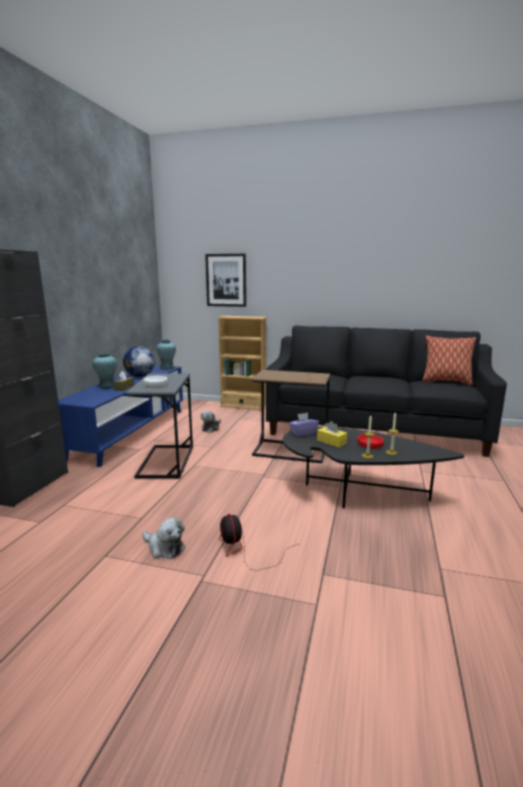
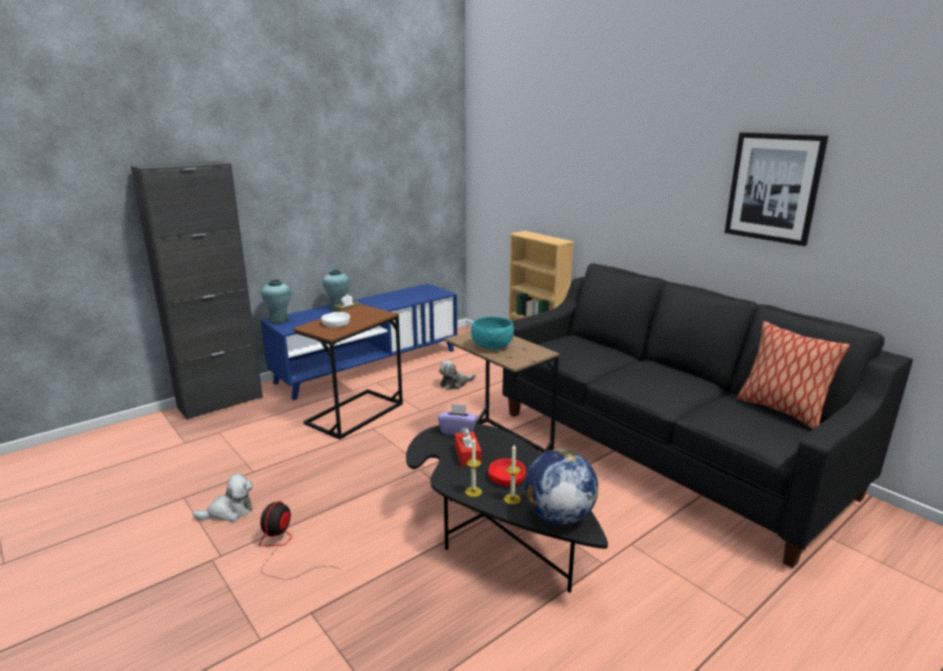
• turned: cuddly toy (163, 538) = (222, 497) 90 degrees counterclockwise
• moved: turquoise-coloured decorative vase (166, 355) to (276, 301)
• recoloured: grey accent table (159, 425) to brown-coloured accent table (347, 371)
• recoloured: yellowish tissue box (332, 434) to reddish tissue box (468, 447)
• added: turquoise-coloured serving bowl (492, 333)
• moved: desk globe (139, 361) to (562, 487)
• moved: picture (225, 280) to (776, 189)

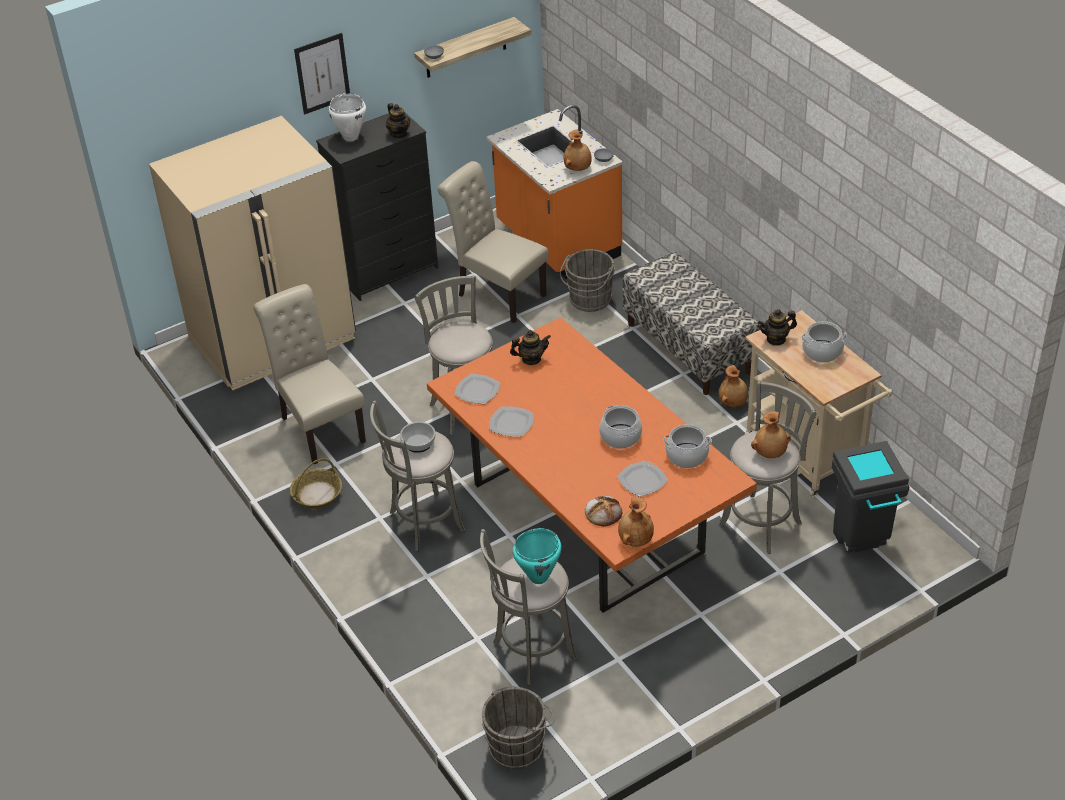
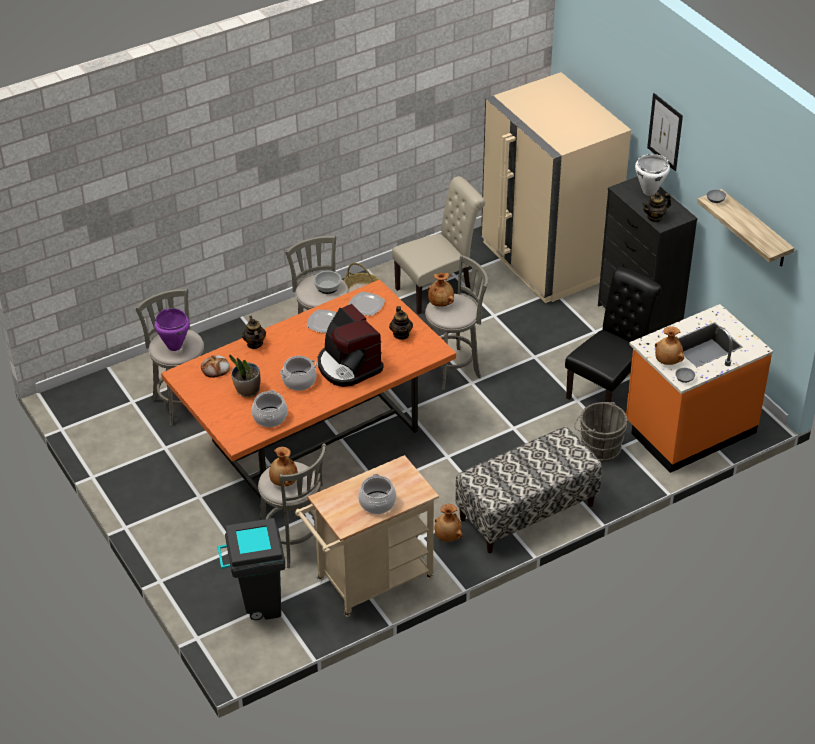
• recoloured: turquoise-coloured saucepot (537, 556) to purple saucepot (172, 329)
• replaced: dinner plate (642, 478) to plant in a pot (244, 375)
• moved: pot for tea (777, 327) to (254, 332)
• added: coffee machine (351, 345)
• moved: brown-coloured decorative vase (636, 522) to (441, 289)
• recoloured: sand-coloured chair (492, 242) to black chair (613, 334)
• removed: grey bucket (518, 728)

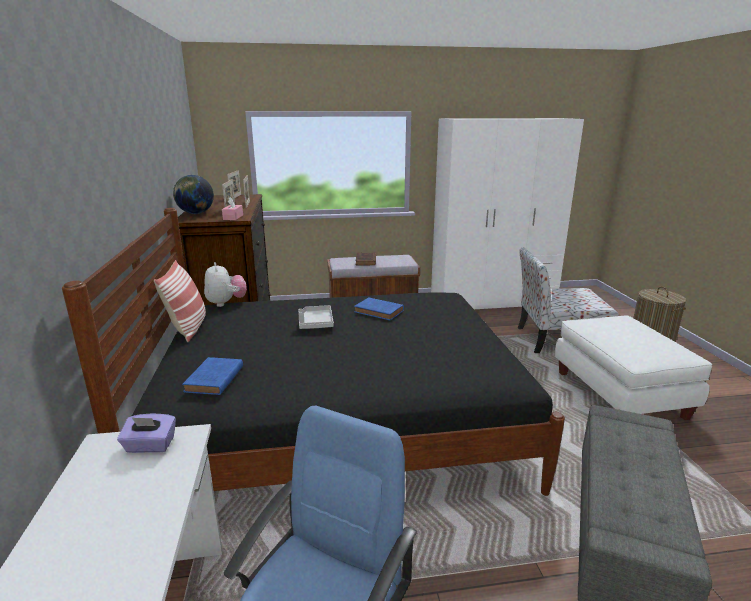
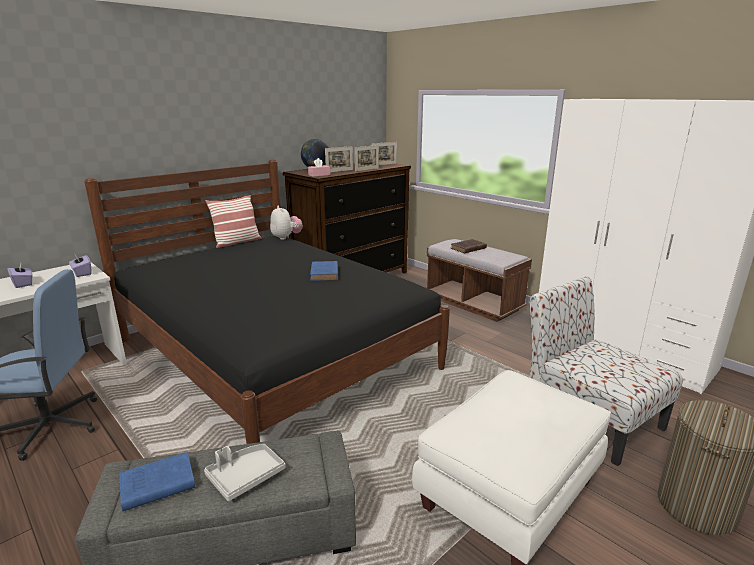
• added: purple tissue box (20, 275)
• moved: blue-coloured volume (212, 376) to (157, 481)
• moved: grey carrying tray (316, 317) to (244, 472)
• turned: cuddly toy (225, 284) = (286, 223) 60 degrees counterclockwise

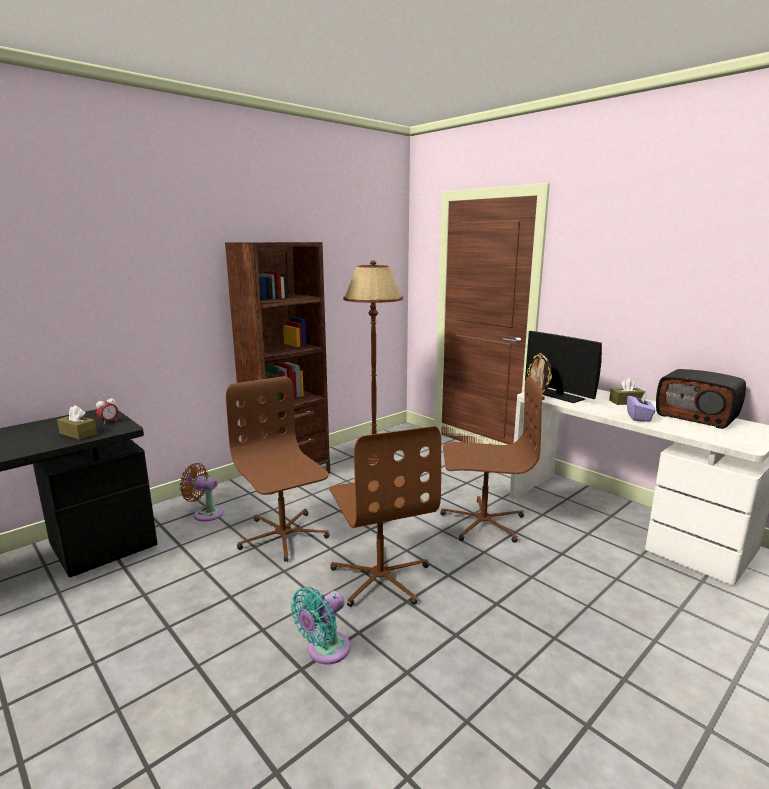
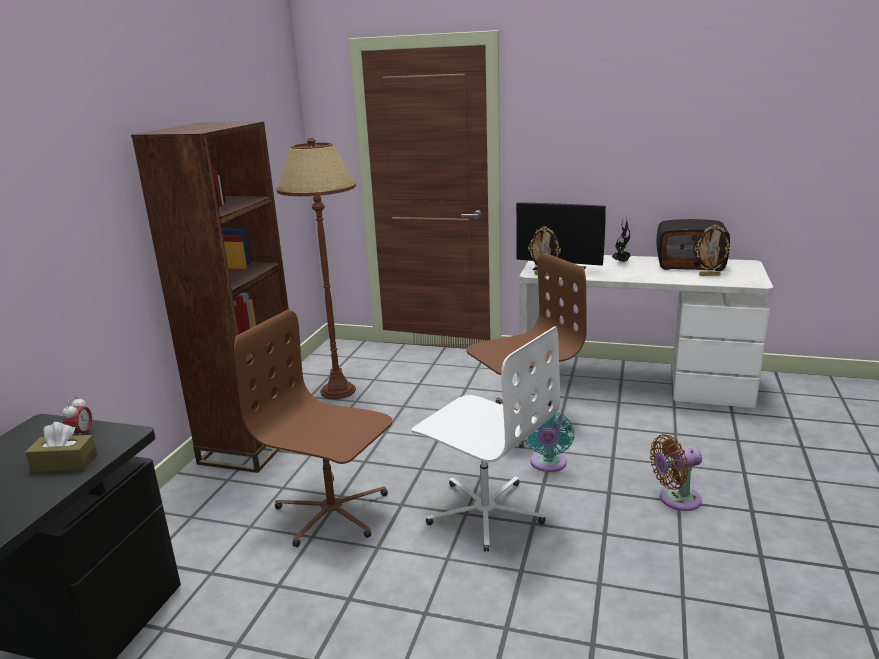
• recoloured: brown-coloured computer chair (385, 516) to white computer chair (486, 439)
• moved: turquoise-coloured electric fan (320, 625) to (549, 442)
• replaced: brown-coloured tissue box (627, 391) to plant in a pot (621, 240)
• moved: brown-coloured electric fan (202, 492) to (676, 472)
• added: standing frame (713, 250)
• removed: purple tissue box (641, 407)

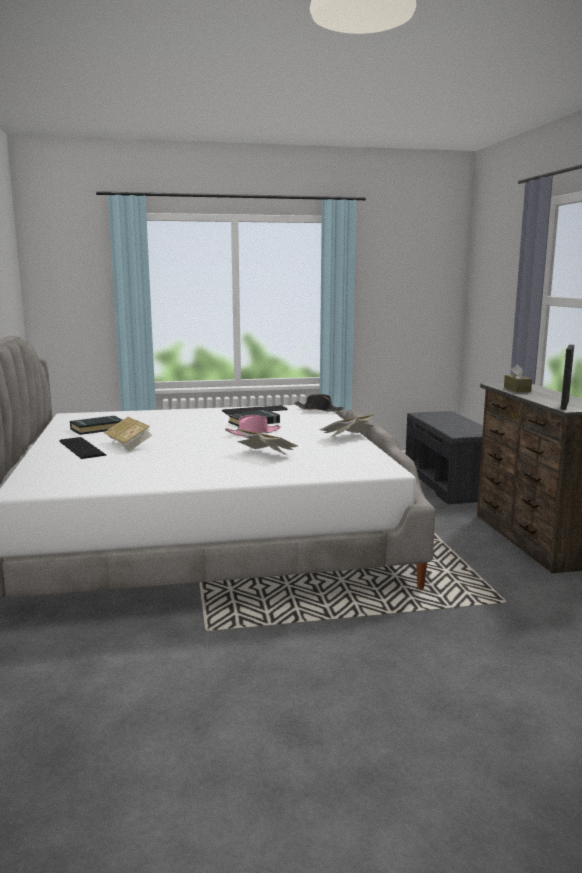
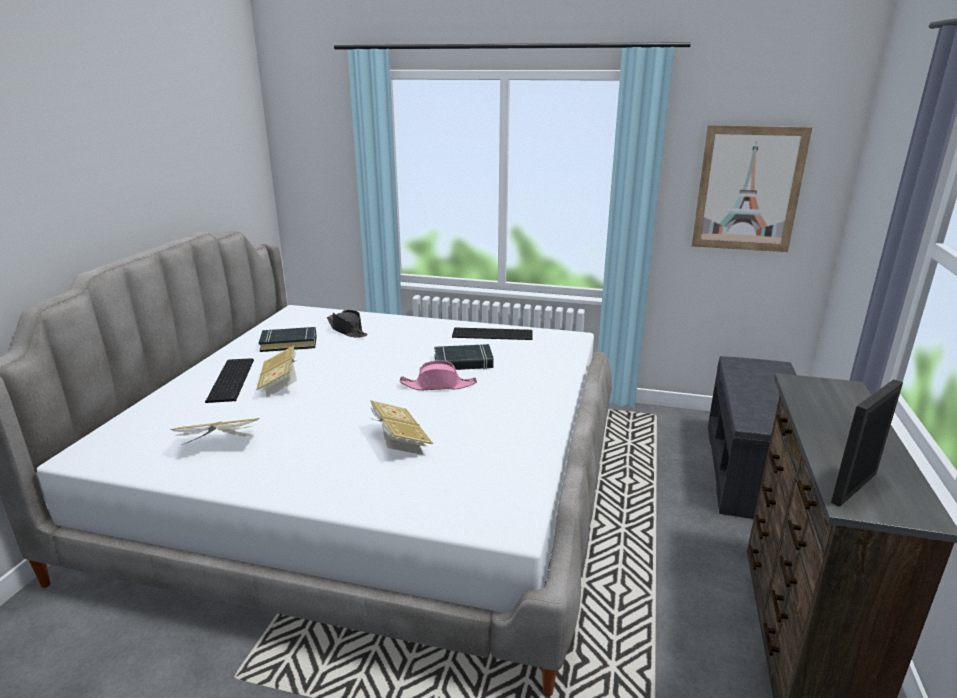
• moved: volume (346, 426) to (215, 431)
• moved: black wearable hat (319, 403) to (347, 324)
• added: picture (752, 188)
• removed: brown-coloured tissue box (518, 378)

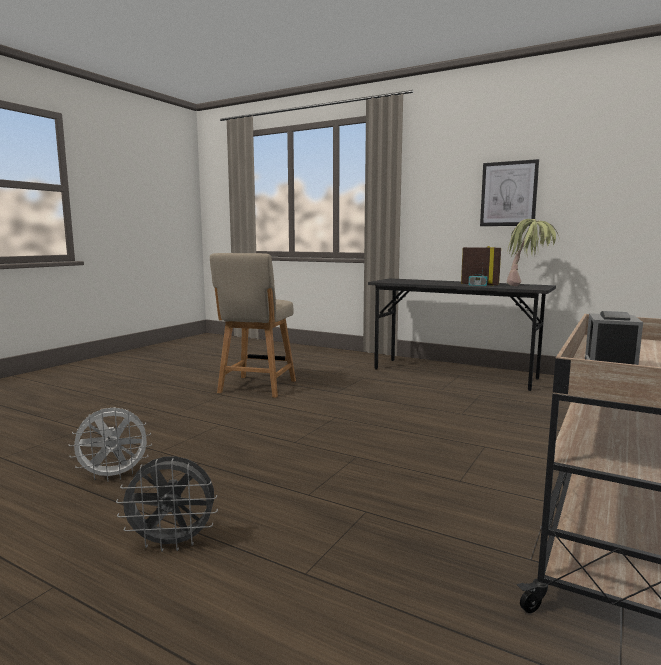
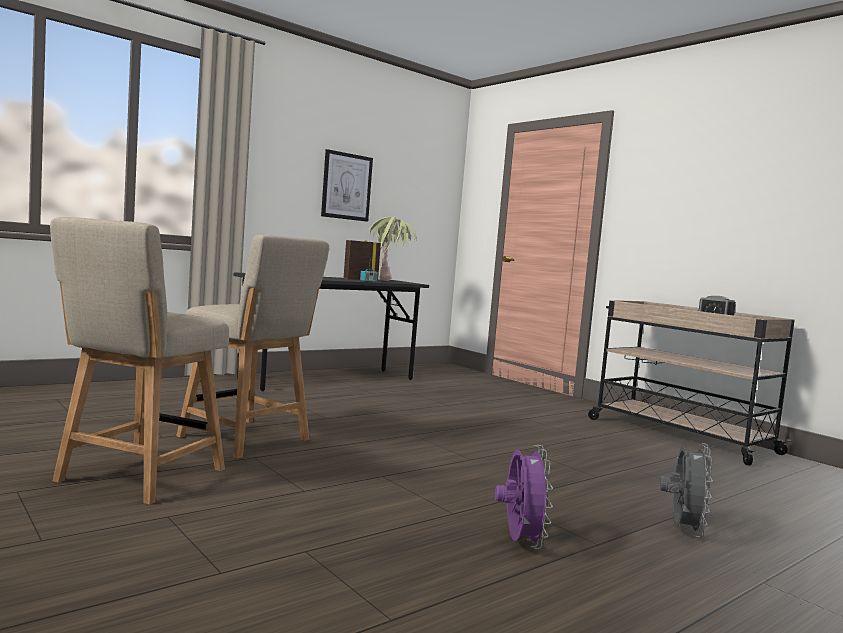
• added: sand-coloured chair (139, 361)
• recoloured: white electric fan (110, 444) to purple electric fan (524, 497)

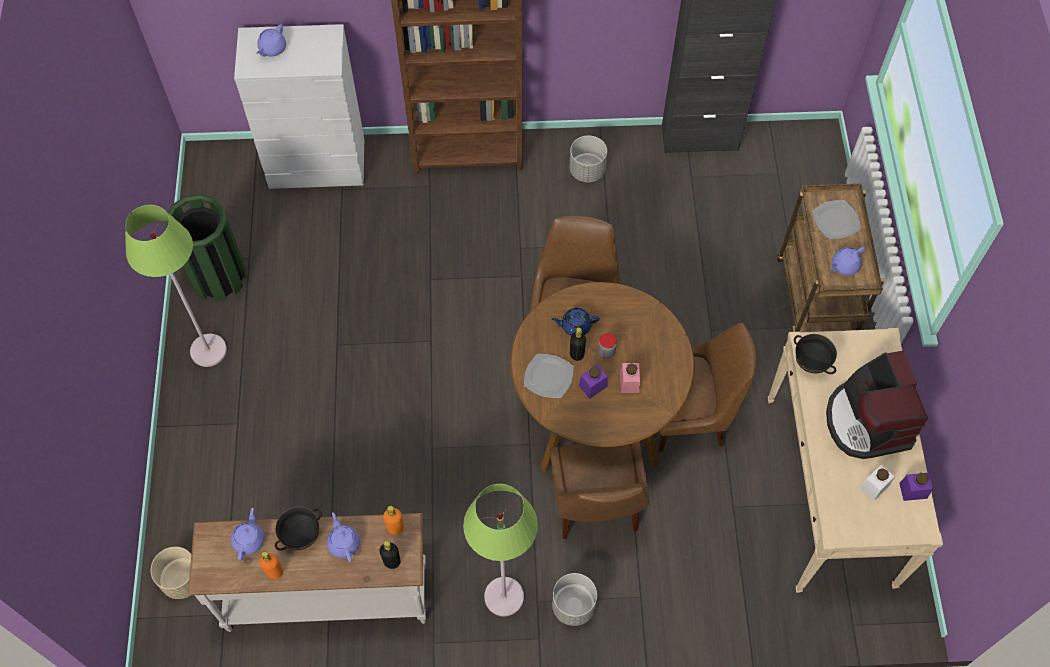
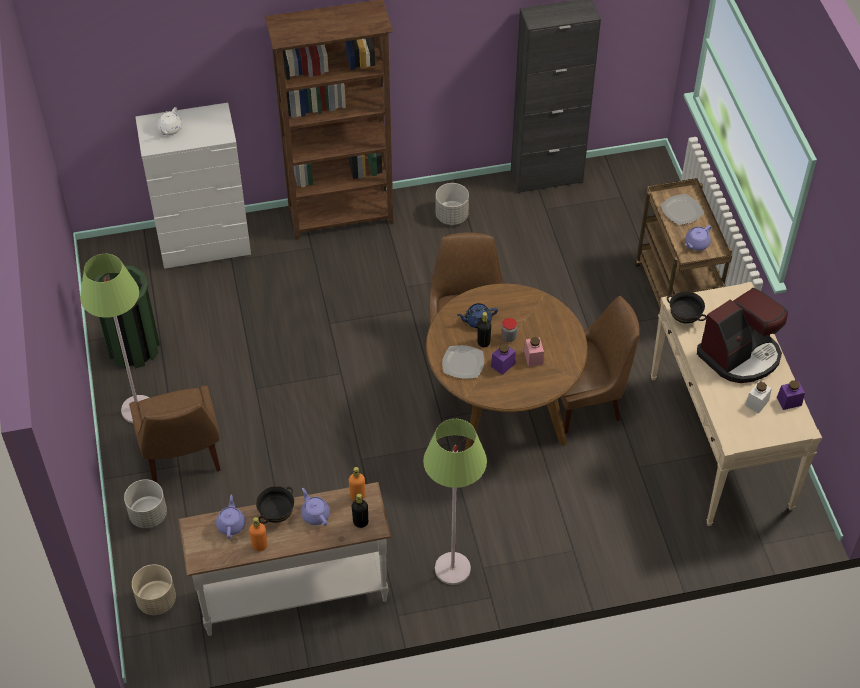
• moved: grey flower pot (574, 599) to (145, 503)
• moved: brown-coloured chair (599, 490) to (174, 433)
• recoloured: purple pot for tea (271, 40) to white pot for tea (169, 121)
• turned: coffee machine (877, 404) = (742, 335) 105 degrees counterclockwise

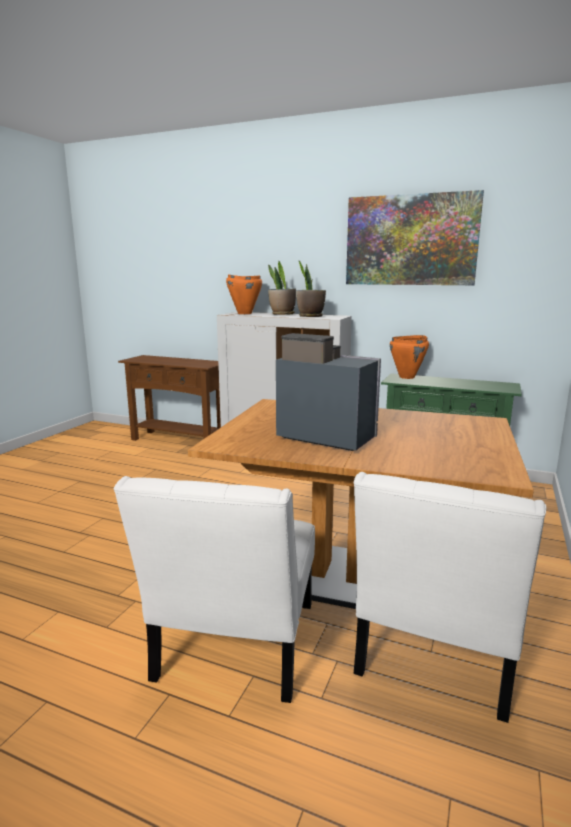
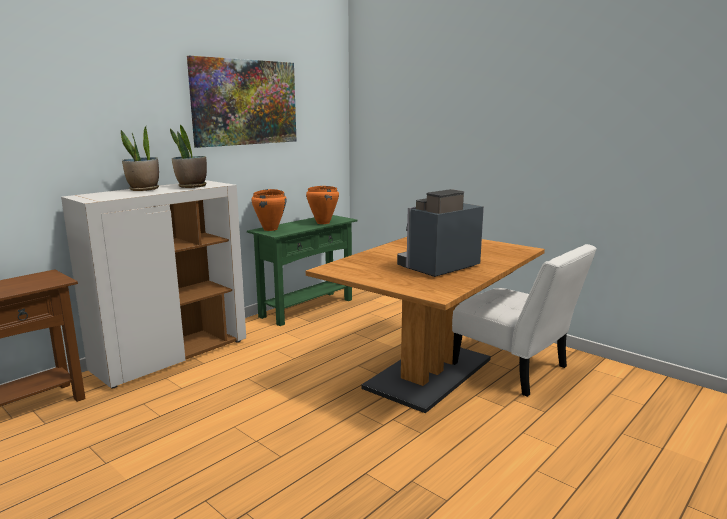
• moved: orangey saucepot (244, 294) to (322, 205)
• removed: white chair (214, 589)

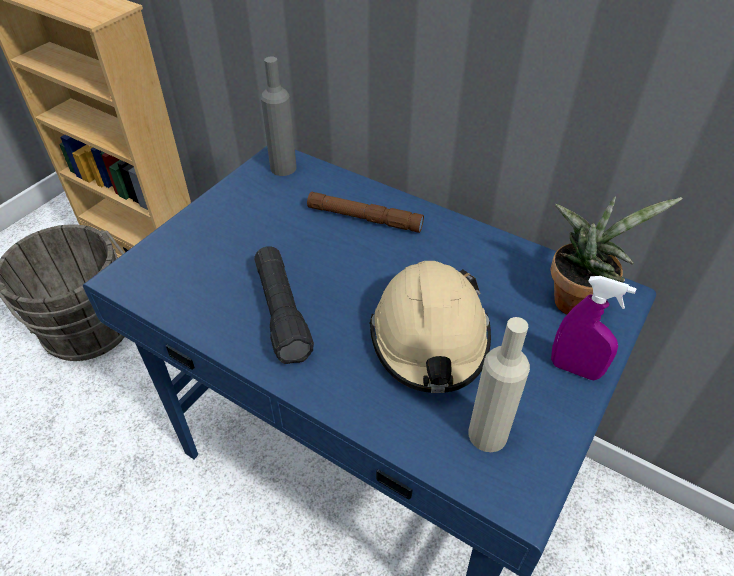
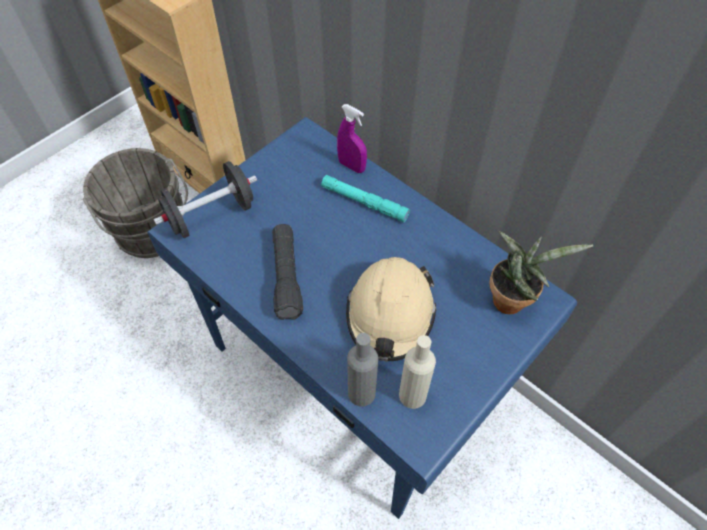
• added: black hand weight (205, 199)
• recoloured: brown-coloured torch (365, 212) to turquoise-coloured torch (365, 198)
• moved: purple sprayer (594, 328) to (352, 138)
• moved: grey beverage bottle (279, 116) to (362, 370)

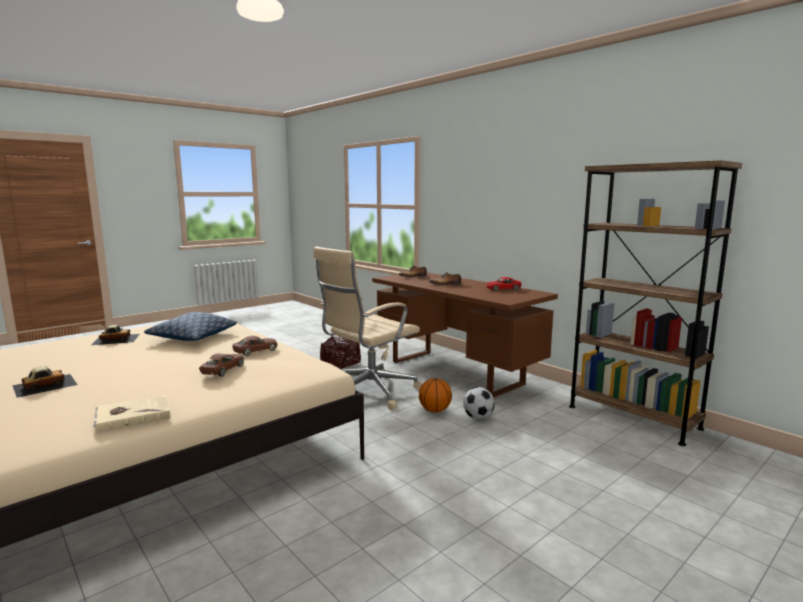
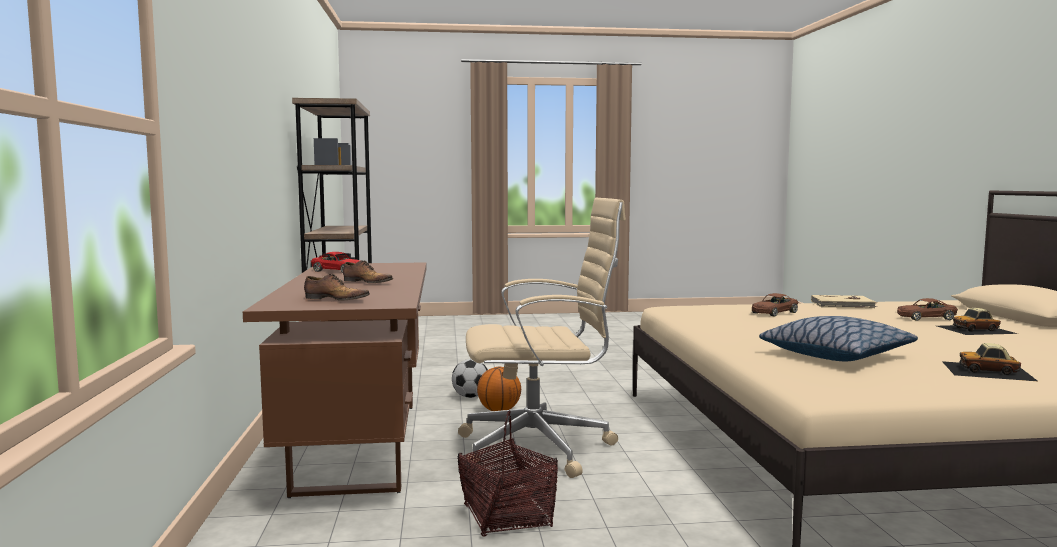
• moved: brown-coloured toy car (254, 346) to (927, 309)

